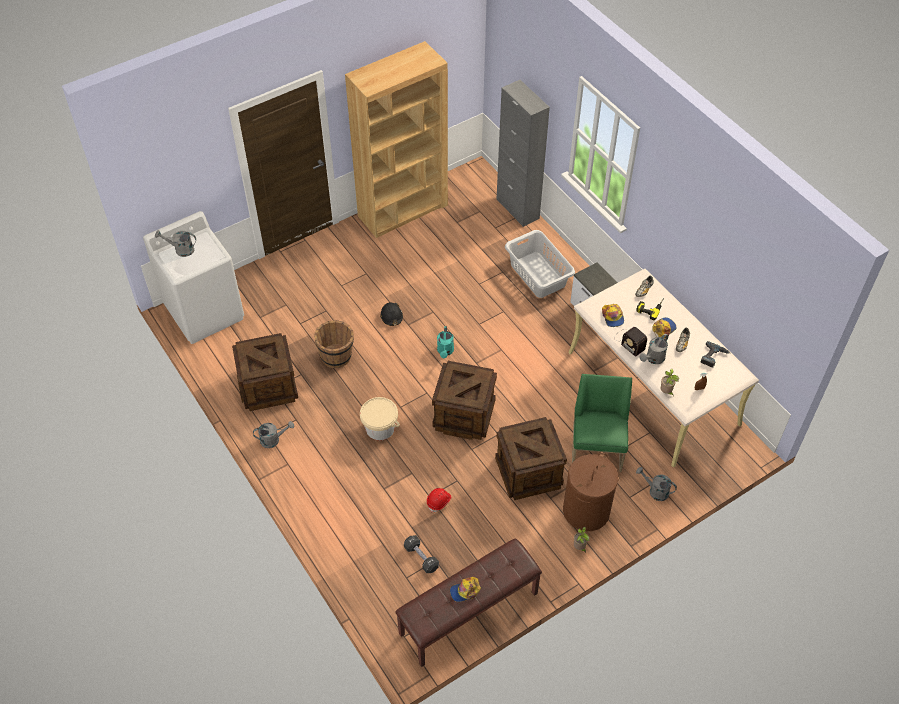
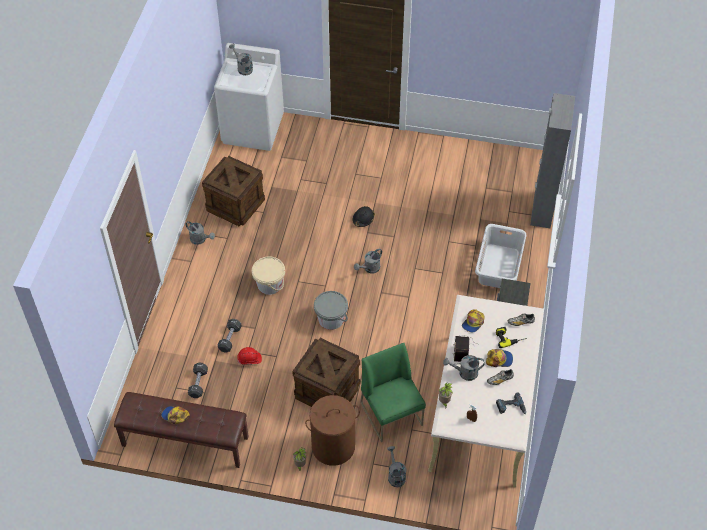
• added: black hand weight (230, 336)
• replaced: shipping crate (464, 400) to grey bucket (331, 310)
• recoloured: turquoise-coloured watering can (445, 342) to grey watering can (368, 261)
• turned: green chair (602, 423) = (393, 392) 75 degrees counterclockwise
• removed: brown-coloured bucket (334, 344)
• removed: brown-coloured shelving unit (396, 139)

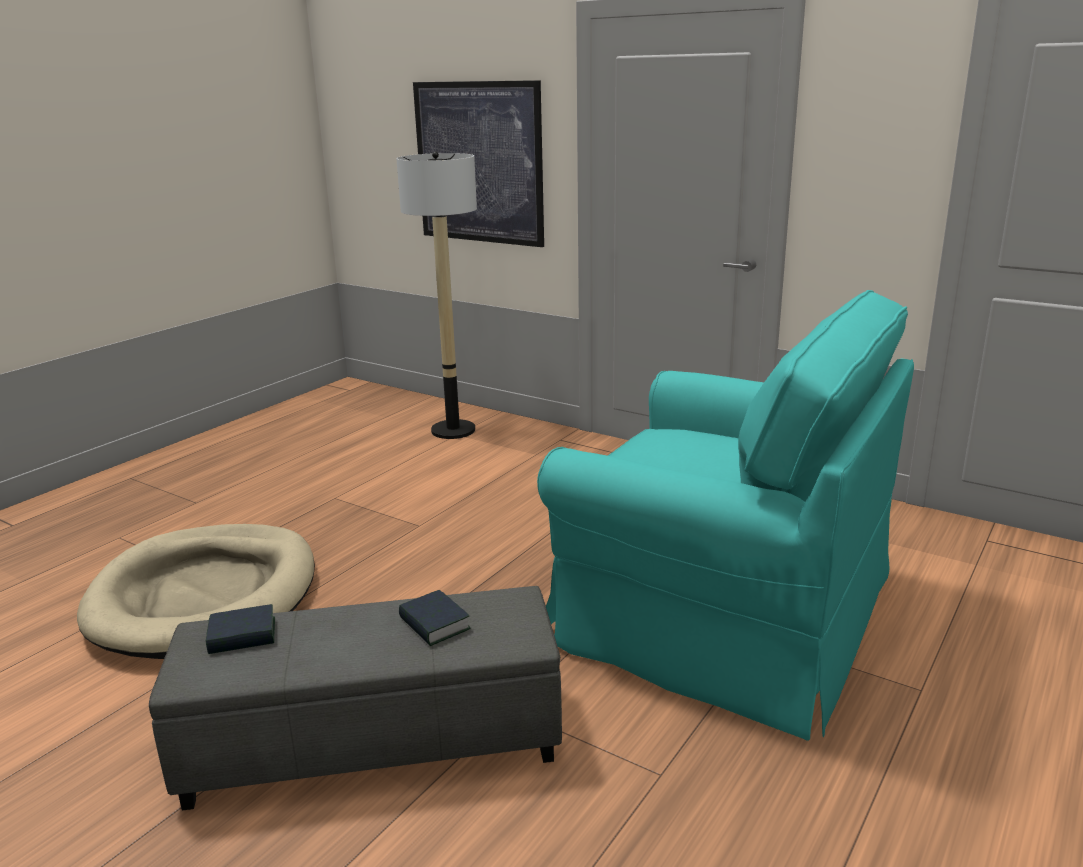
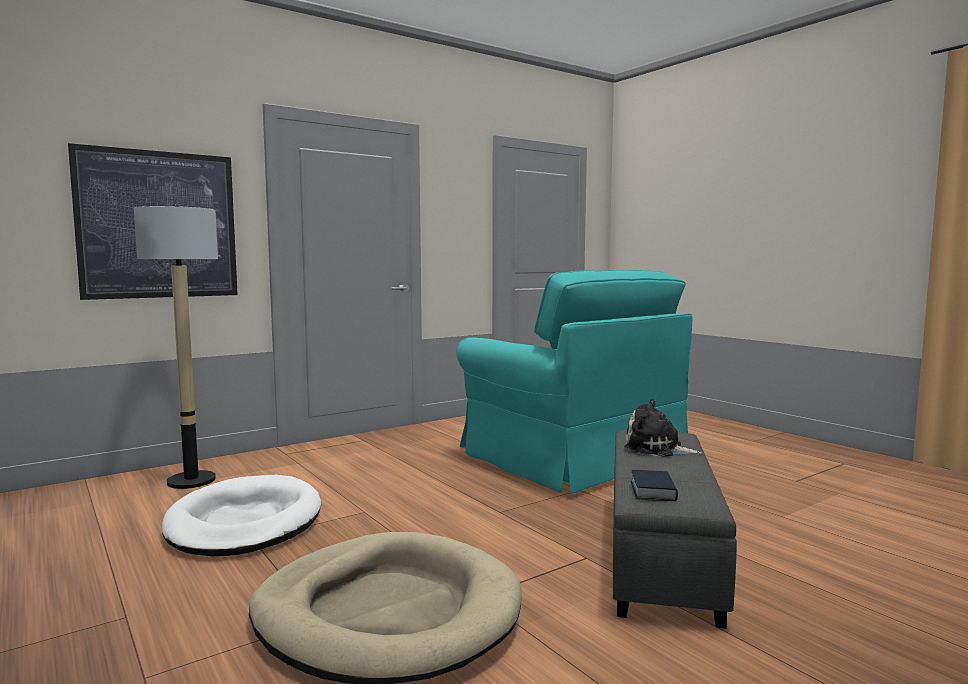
• added: white pet bed (241, 515)
• turned: turquoise-coloured easy chair (725, 515) = (574, 382) 90 degrees clockwise
• replaced: volume (435, 618) to cuddly toy (663, 428)

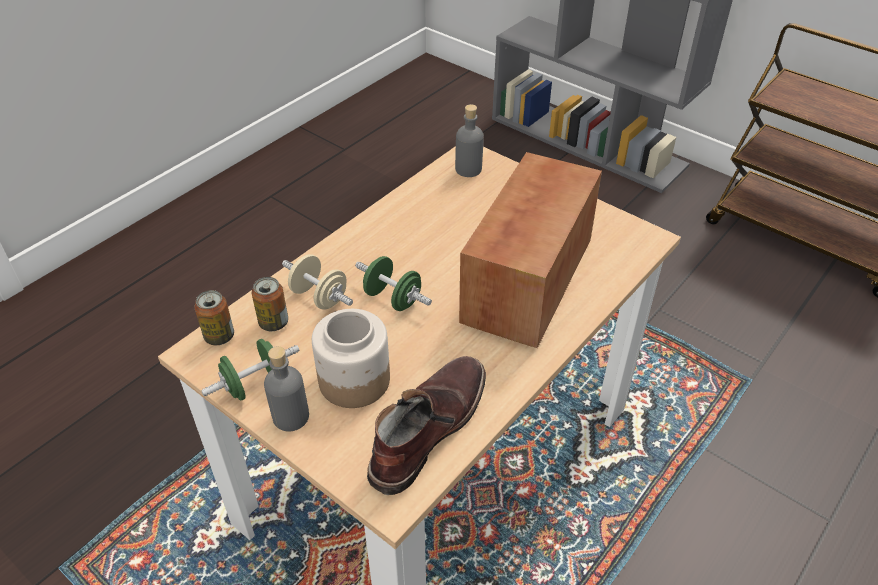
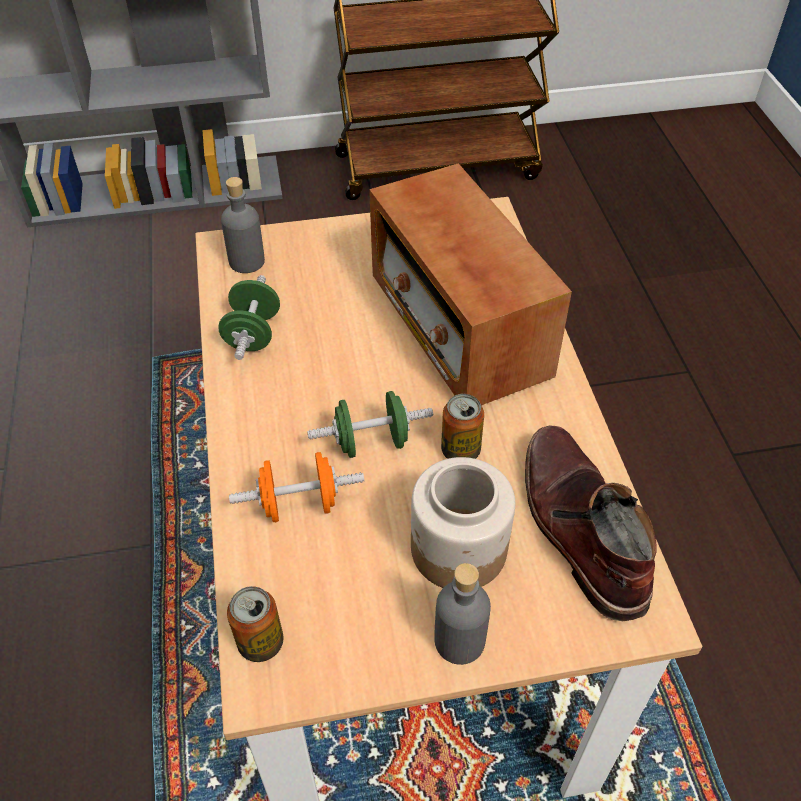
• moved: green hand weight (250, 370) to (249, 317)
• recoloured: sand-coloured hand weight (317, 282) to orangey hand weight (296, 487)
• moved: sealed can (270, 304) to (462, 426)

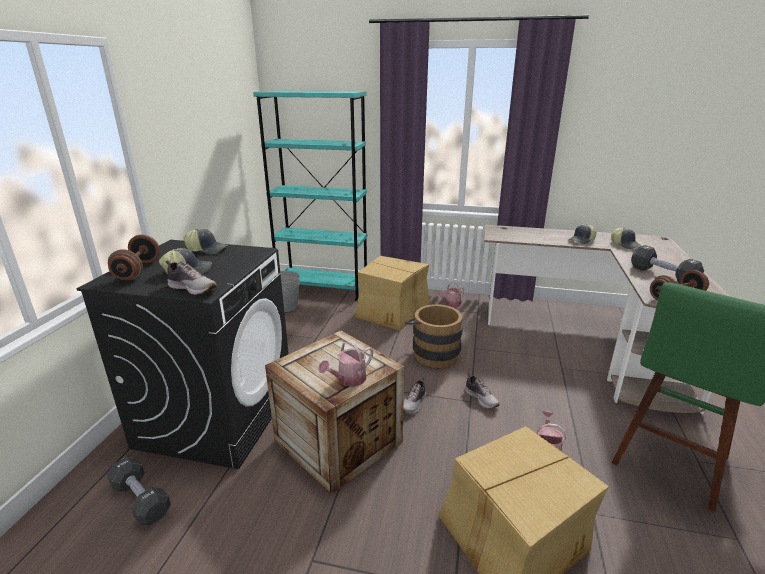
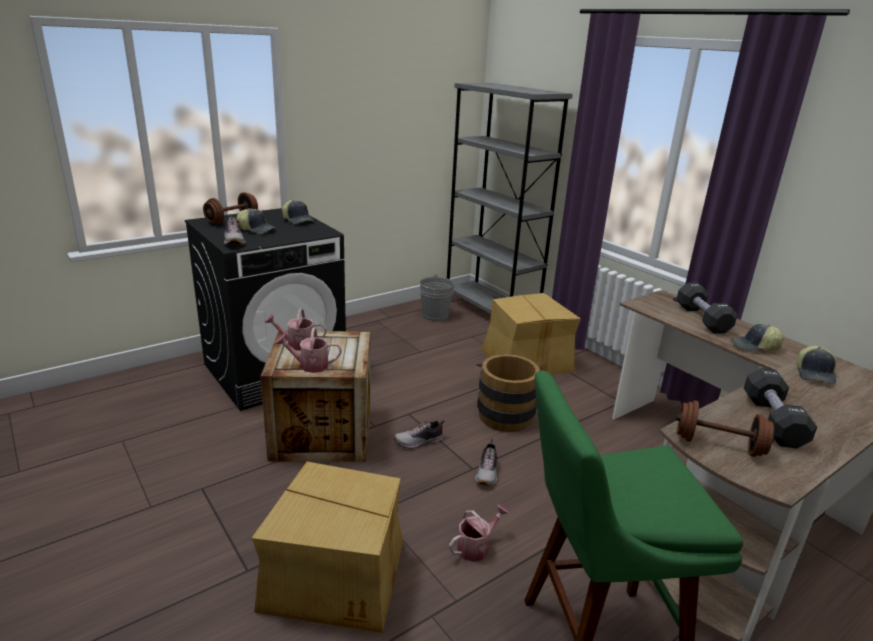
• moved: watering can (451, 294) to (296, 329)
• recoloured: turquoise-coloured shelving unit (310, 195) to grey shelving unit (510, 198)
• moved: black hand weight (139, 491) to (706, 308)

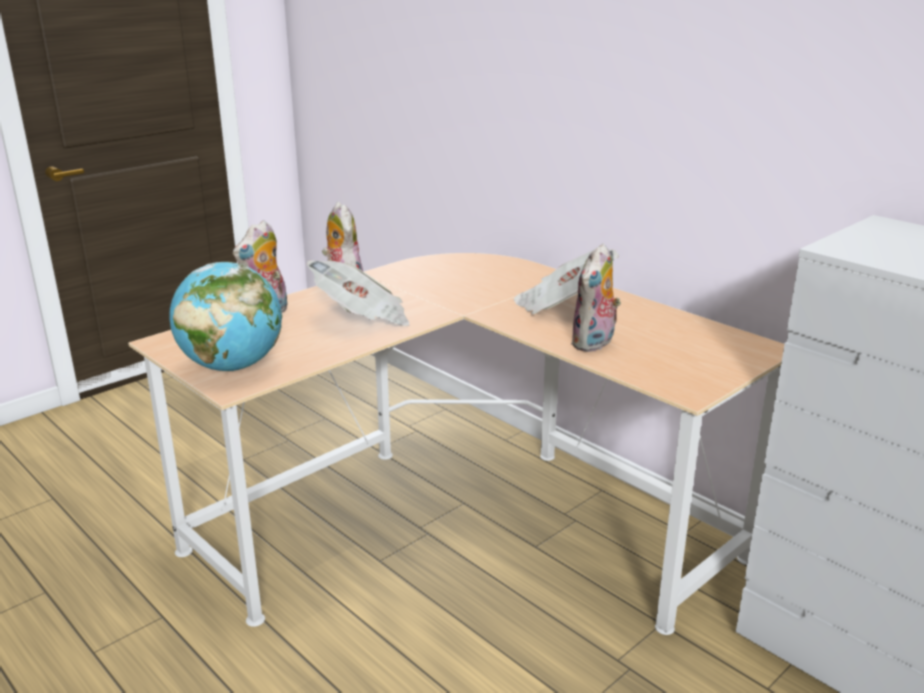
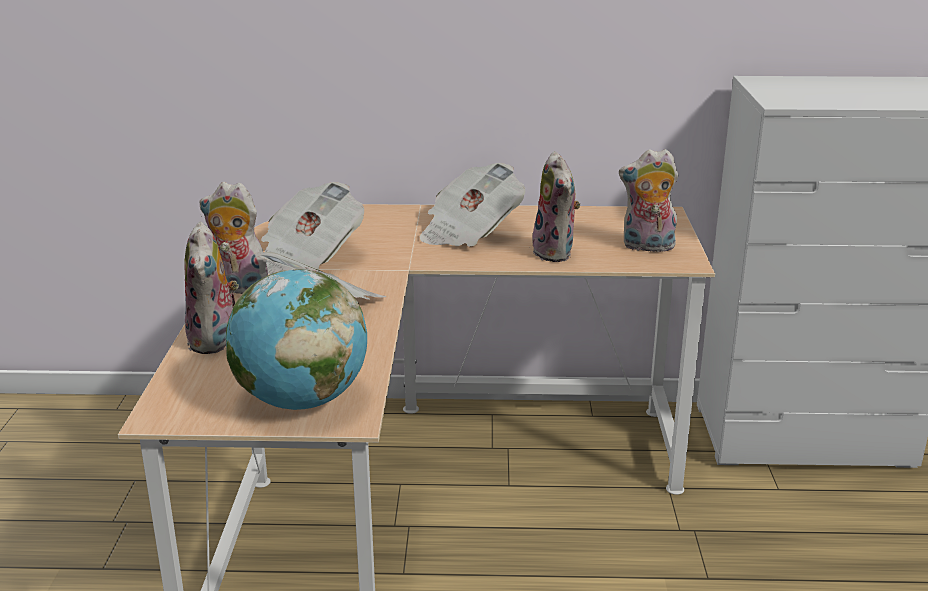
• added: printed paper (312, 228)
• added: cuddly toy (648, 200)

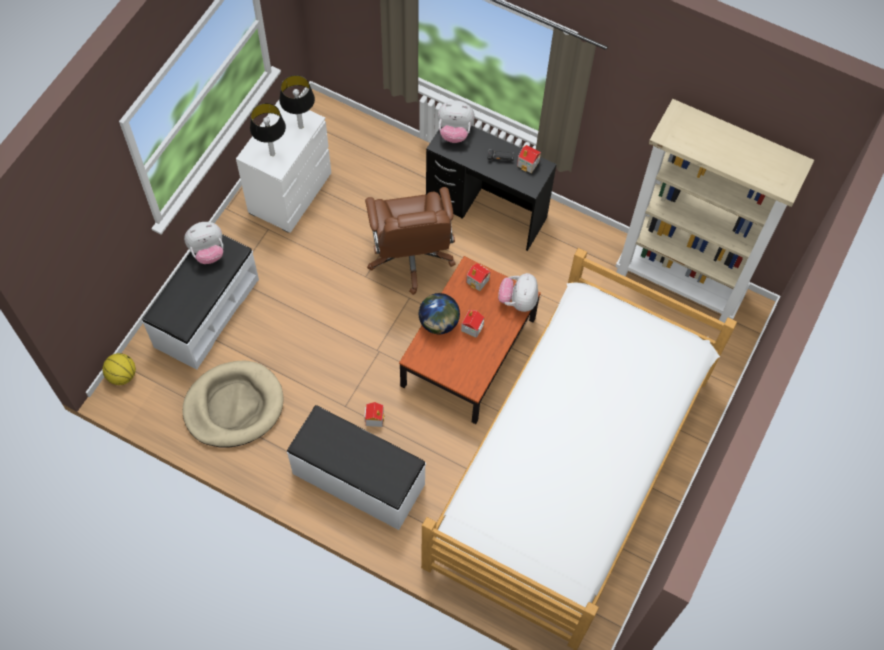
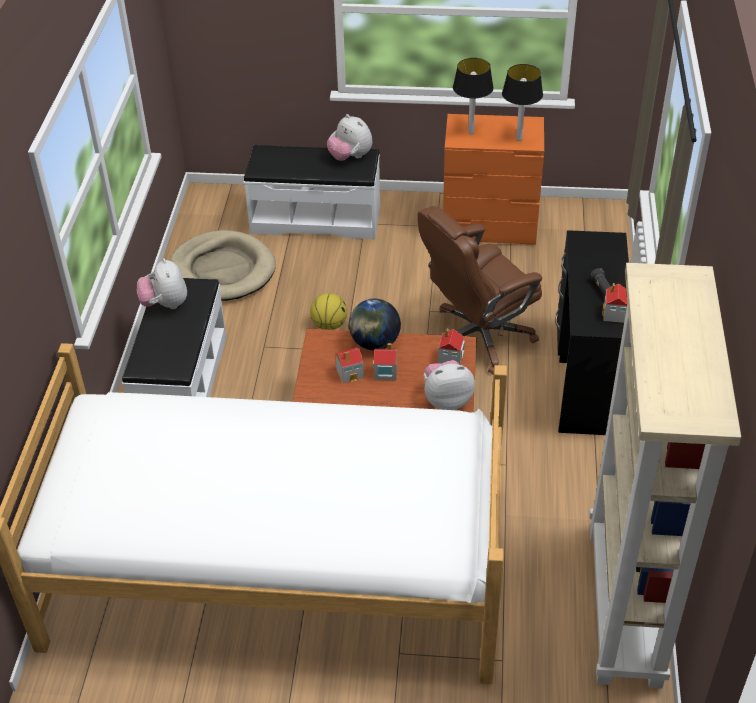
• moved: cuddly toy (456, 121) to (162, 283)
• moved: basketball (119, 369) to (328, 311)
• moved: toy house (374, 414) to (349, 365)
• recoloured: white chest of drawers (283, 166) to orangey chest of drawers (493, 179)

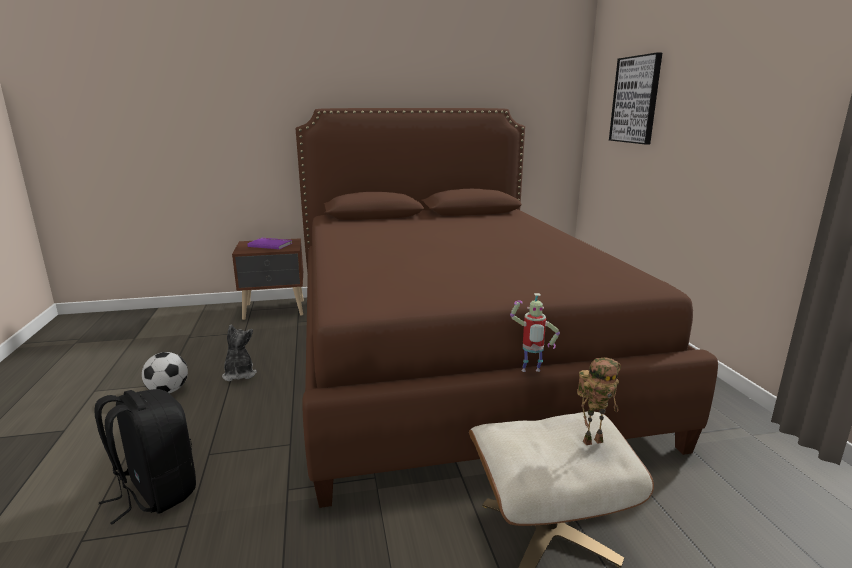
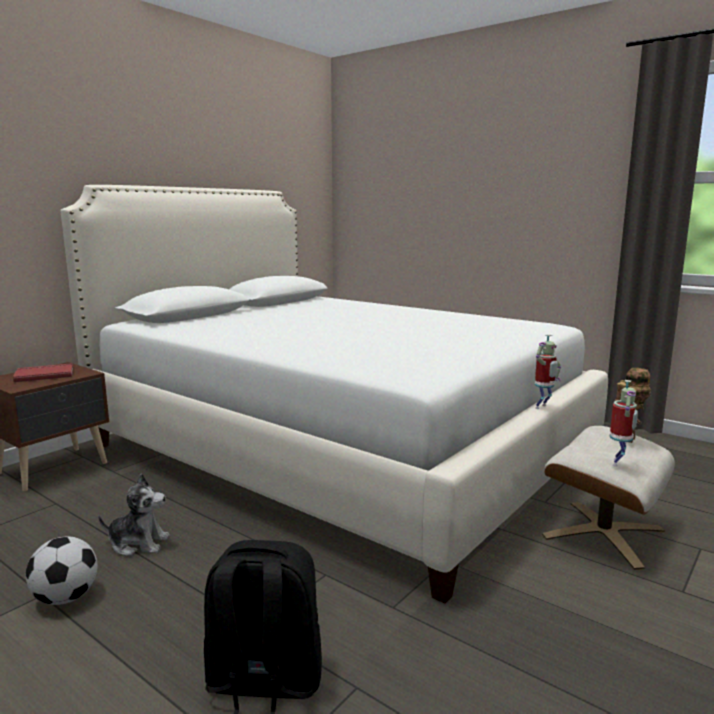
• recoloured: purple volume (269, 244) to reddish volume (43, 372)
• recoloured: brown-coloured sleeping bed (507, 308) to white sleeping bed (334, 394)
• turned: cuddly toy (239, 353) = (134, 515) 150 degrees clockwise
• added: toy robot (624, 423)
• removed: picture (635, 98)

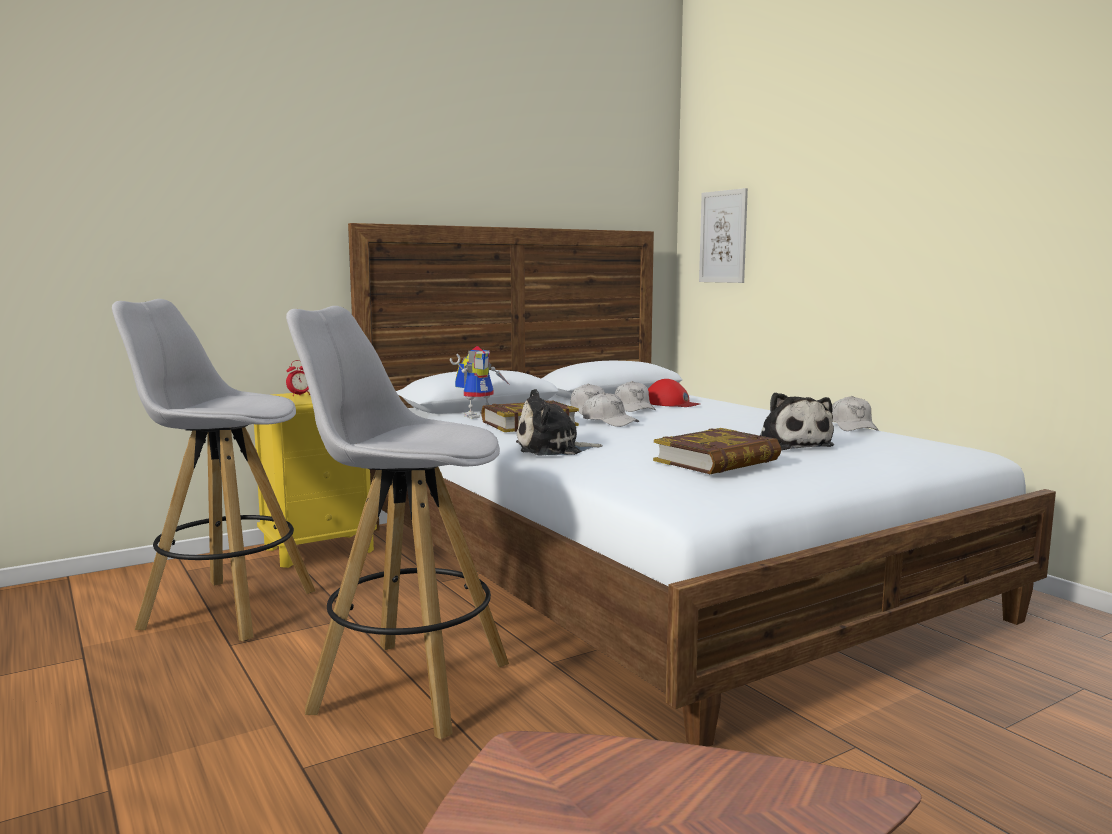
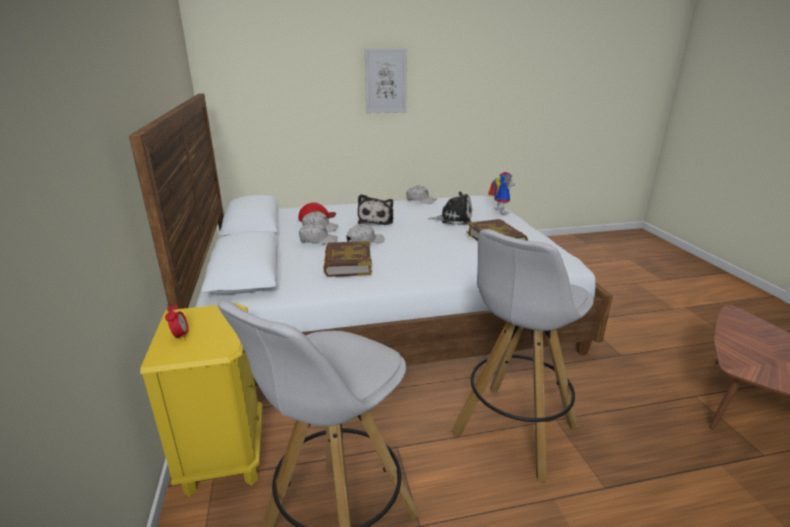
• moved: cuddly toy (559, 422) to (375, 209)
• moved: picture (723, 235) to (386, 81)
• moved: toy robot (480, 382) to (501, 193)

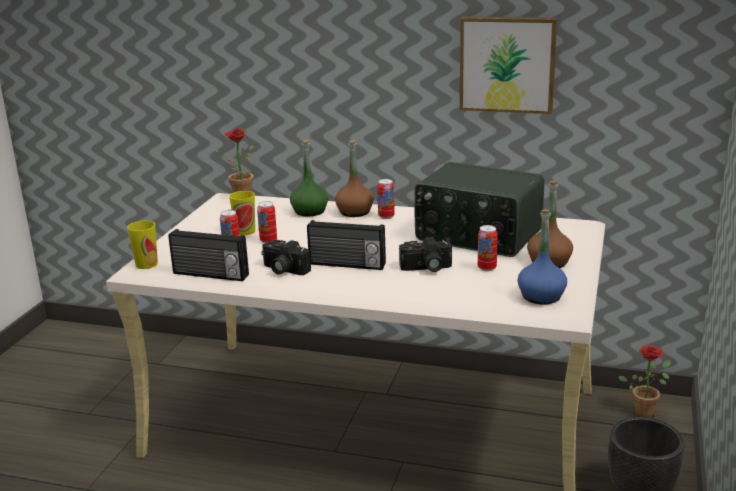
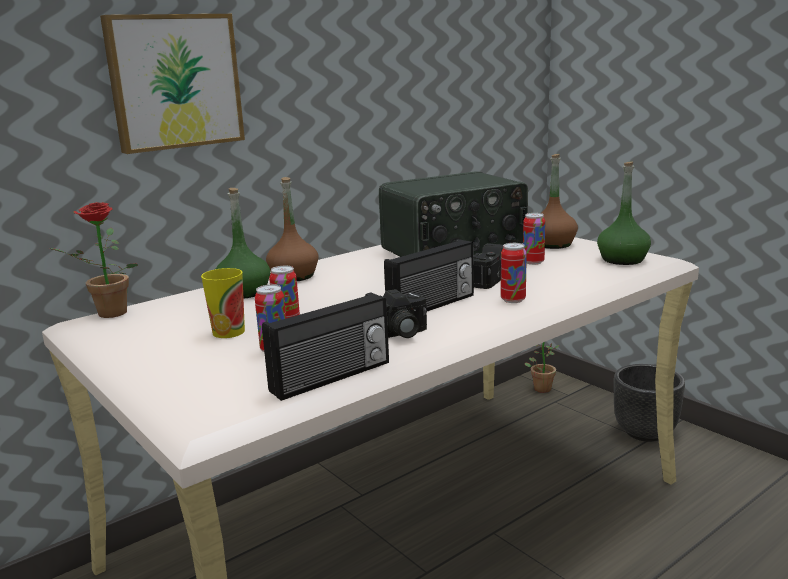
• moved: picture (508, 65) to (172, 84)
• moved: sealed can (386, 199) to (514, 273)
• recoloured: blue-coloured beverage bottle (542, 257) to green beverage bottle (624, 213)
• removed: drinking cup (142, 245)

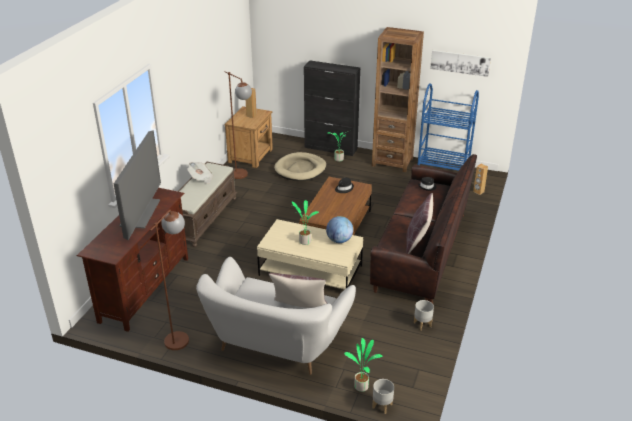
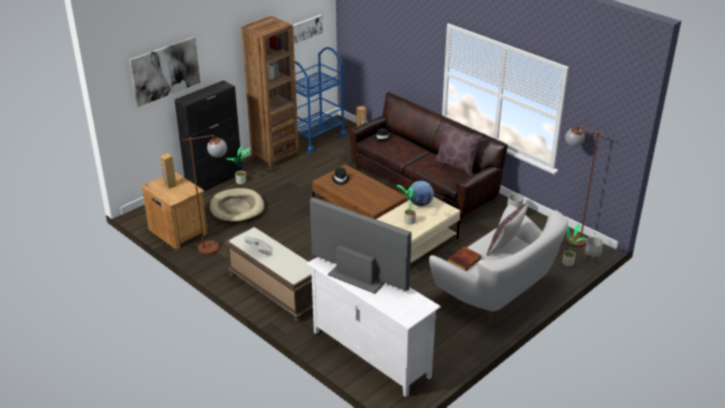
• added: picture (164, 72)
• recoloured: brown-coloured tv unit (132, 260) to white tv unit (373, 327)
• added: volume (464, 259)
• moved: brown-coloured floor lamp (169, 280) to (585, 186)

